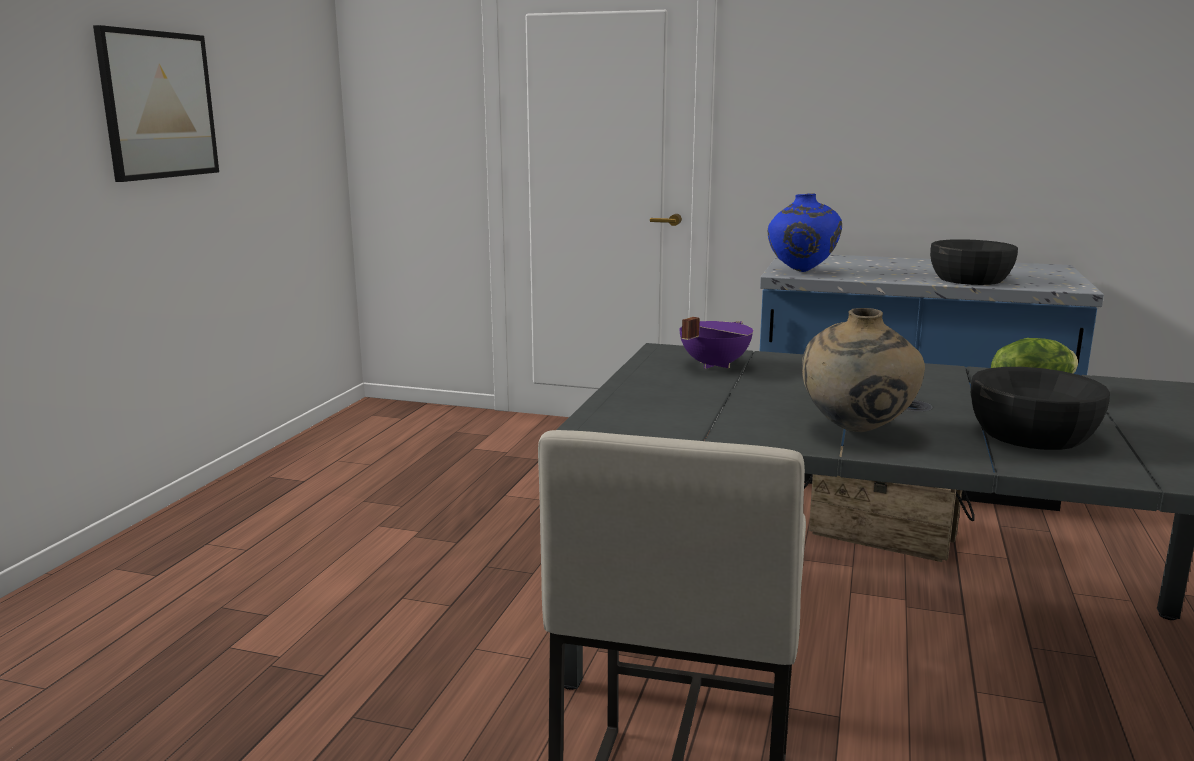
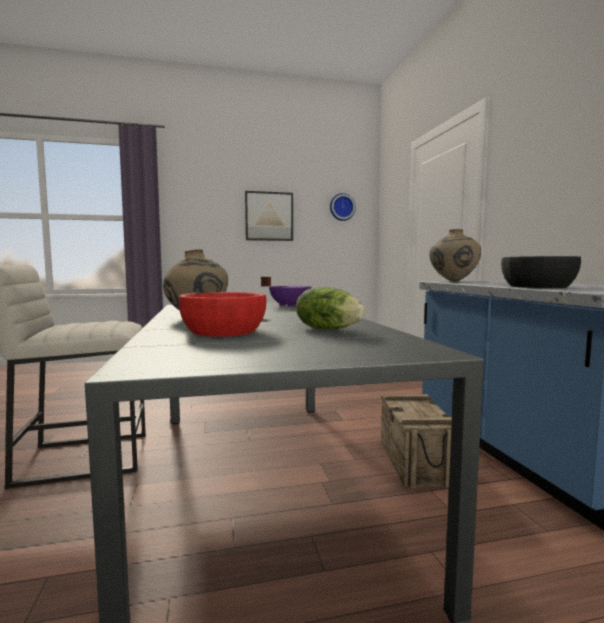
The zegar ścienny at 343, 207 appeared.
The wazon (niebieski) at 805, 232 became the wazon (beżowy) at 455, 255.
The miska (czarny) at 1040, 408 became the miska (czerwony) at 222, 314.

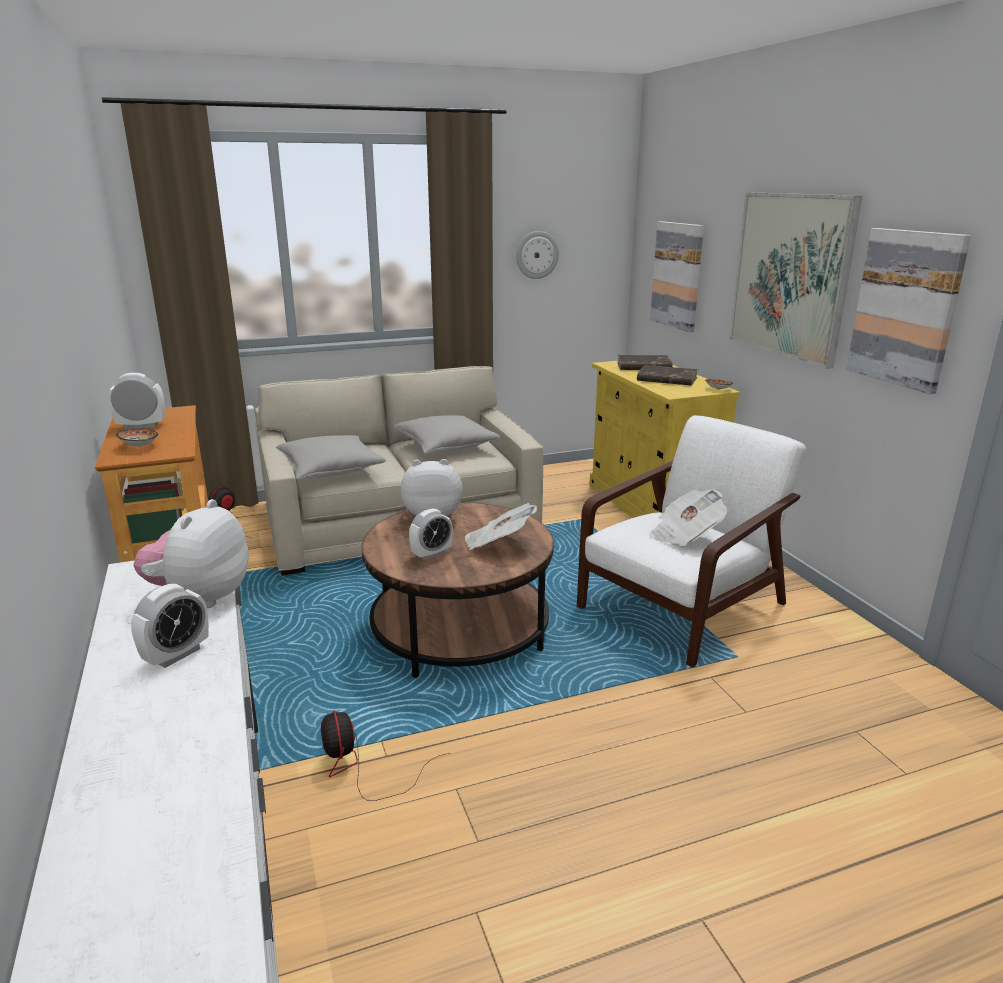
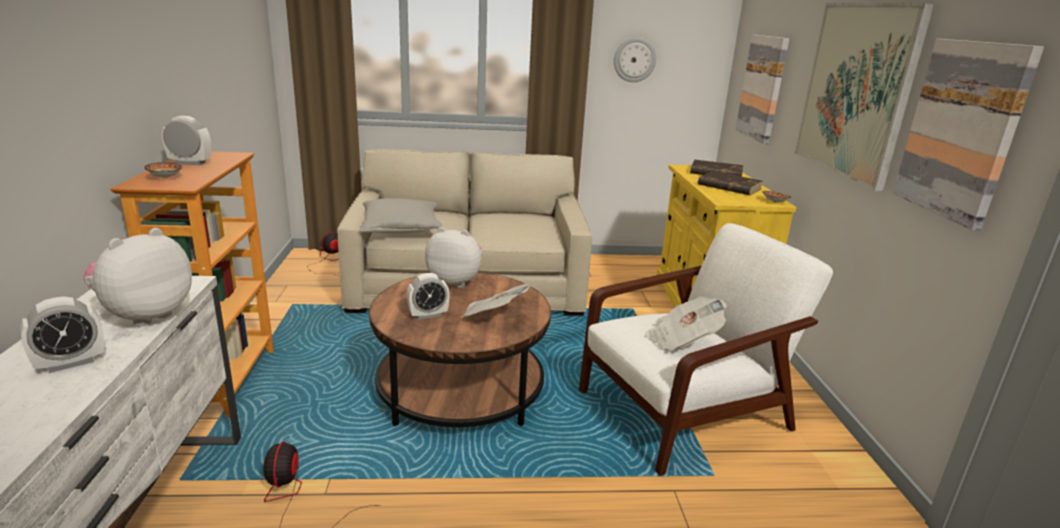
The poduszka (szary) at 446, 434 disappeared.

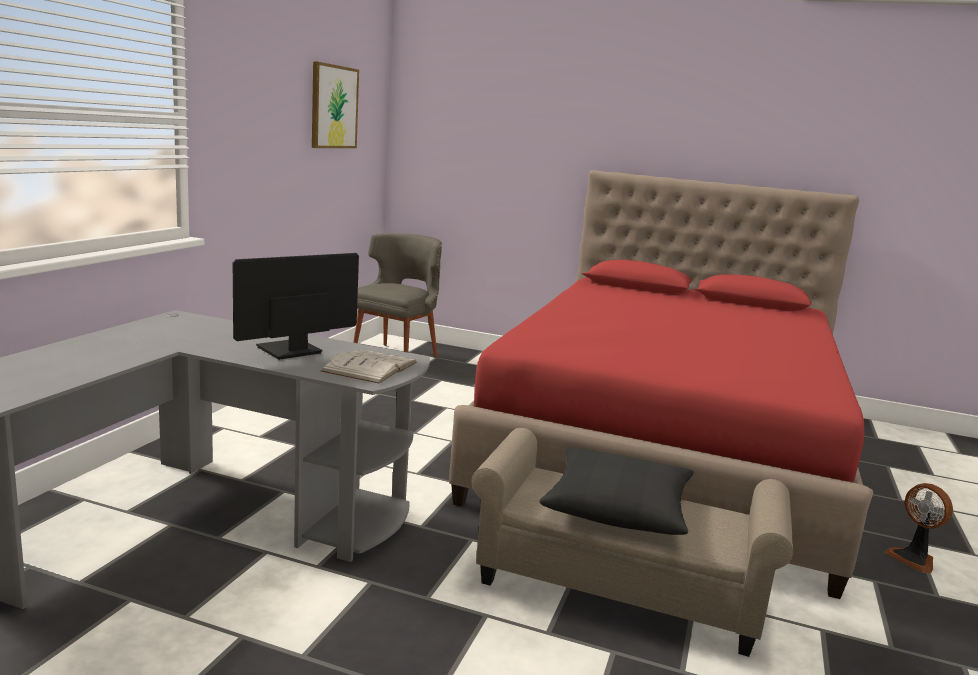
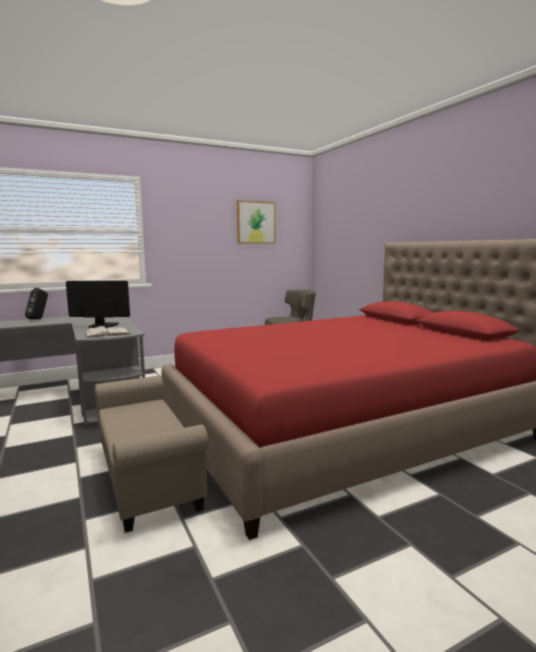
The poduszka (czarny) at 616, 491 disappeared.
The wentylator at 919, 528 disappeared.
The głośnik (czarny) at 36, 303 appeared.

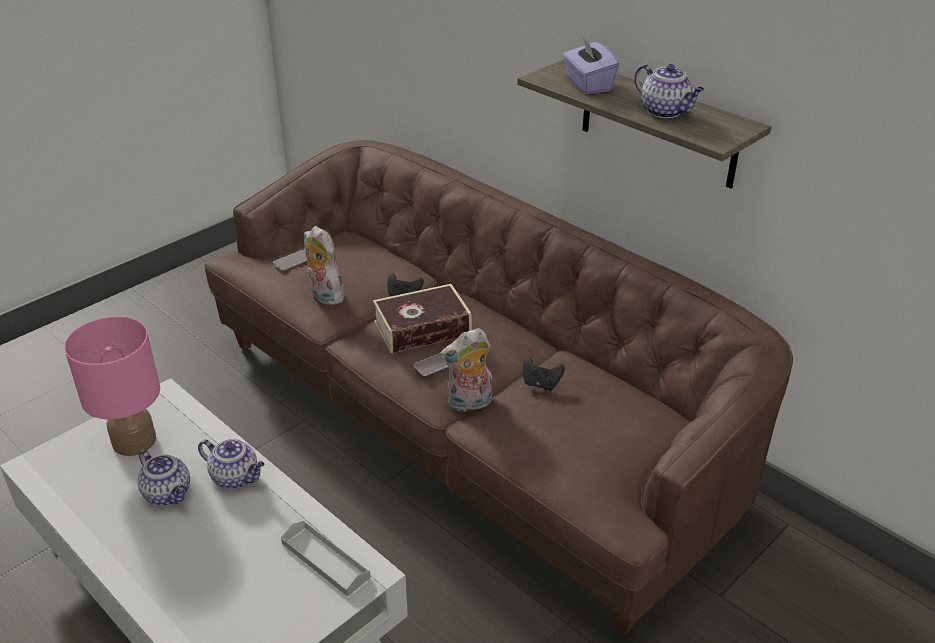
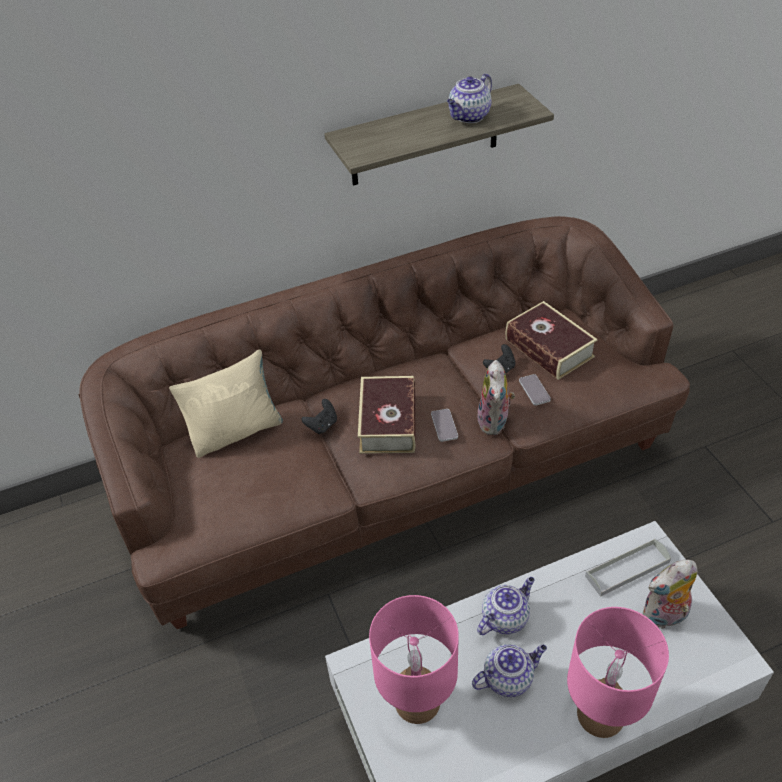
The pudełko chusteczek (fioletowy) at 591, 65 disappeared.
The poduszka (beżowy) at 226, 403 appeared.
The książka at 552, 340 appeared.
The lampa stołowa (różowy) at 618, 672 appeared.
The telefon moved from 290, 260 to 535, 390.
The pluszak moved from 325, 265 to 670, 594.
The imbryk at 669, 91 turned 150 degrees clockwise.

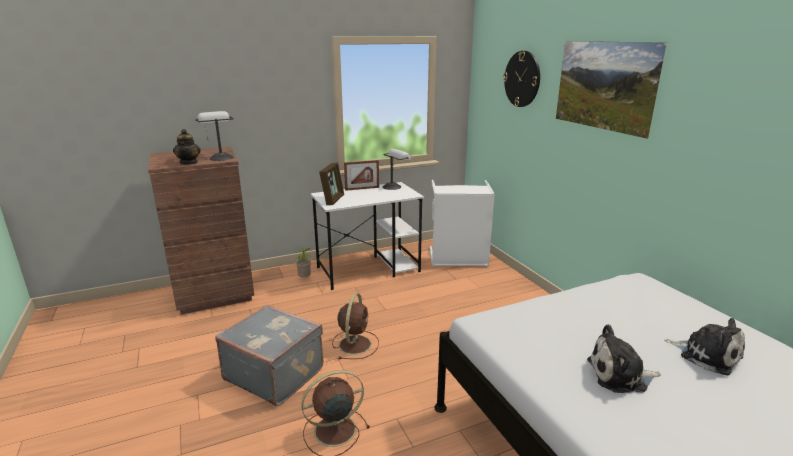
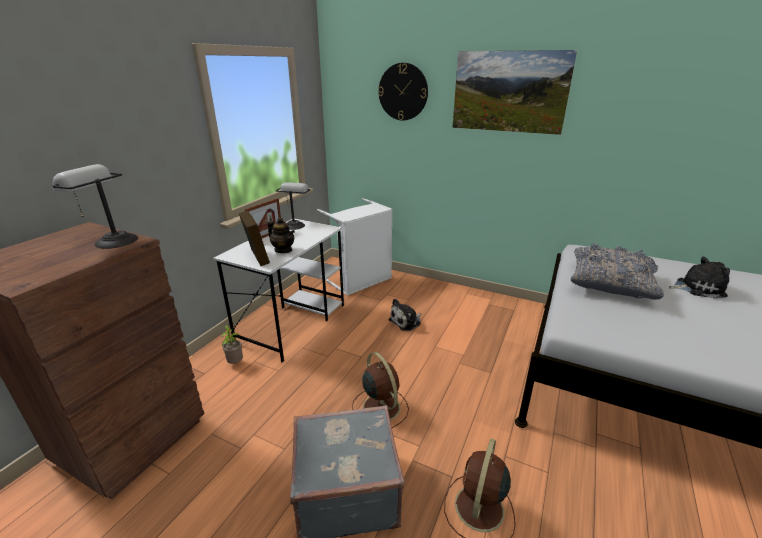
The poduszka (szary) at 617, 271 appeared.
The imbryk moved from 187, 147 to 281, 235.
The pluszak moved from 624, 358 to 405, 315.

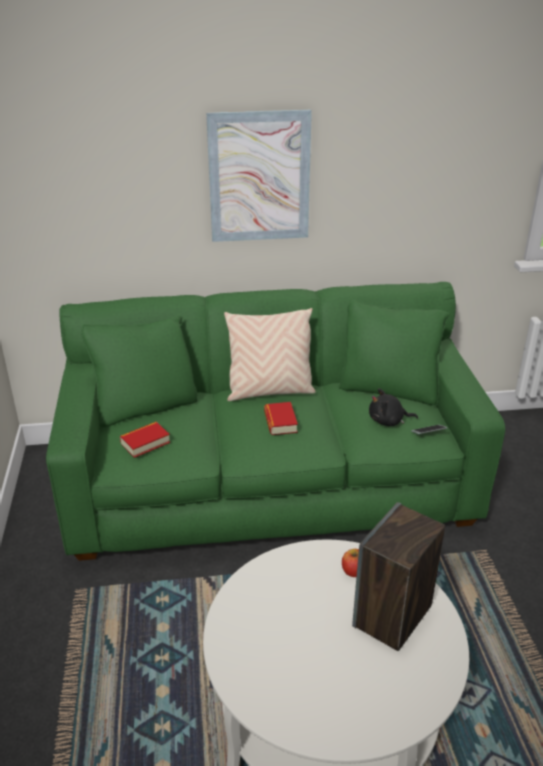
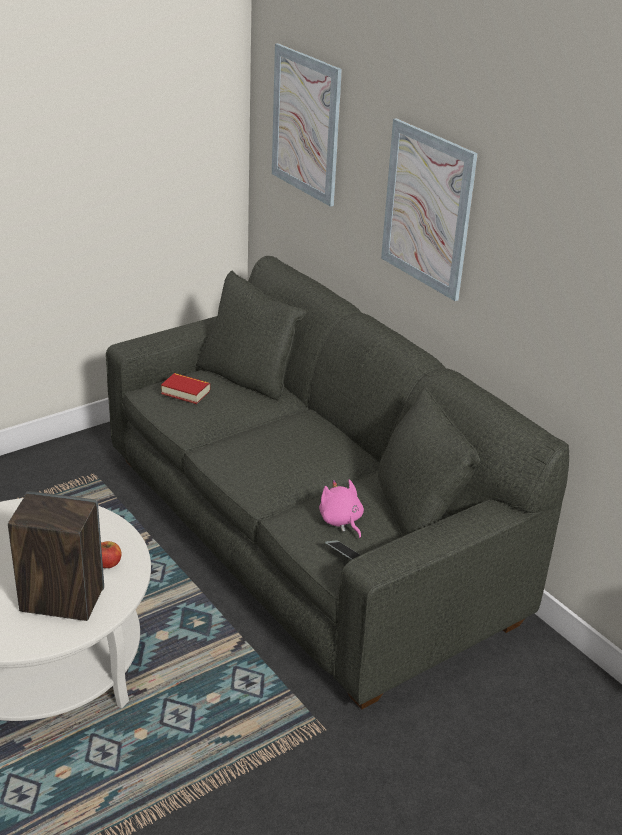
The poduszka (beżowy) at 269, 354 disappeared.
The książka at 281, 418 disappeared.
The obraz at 307, 125 appeared.
The kanapa (zielony) at 275, 421 became the kanapa (szary) at 337, 483.
The pluszak (czarny) at 393, 407 became the pluszak (różowy) at 341, 508.

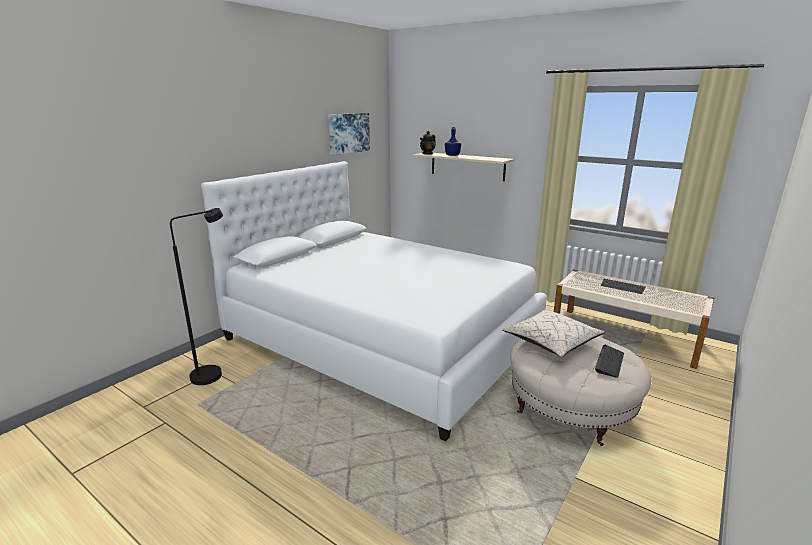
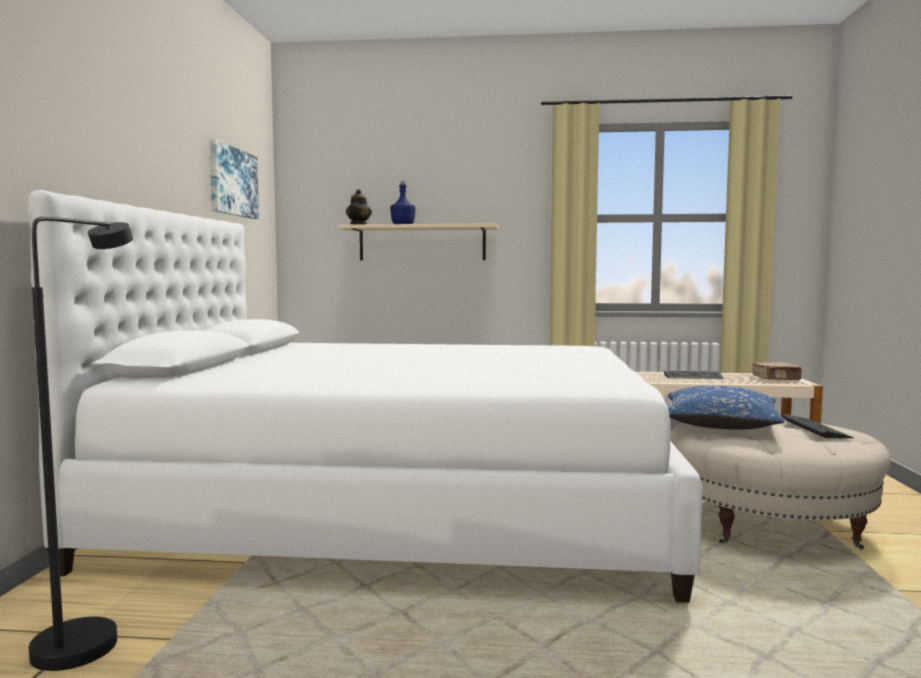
The książka (brązowy) at 777, 370 appeared.
The poduszka (beżowy) at 553, 333 became the poduszka (niebieski) at 726, 408.

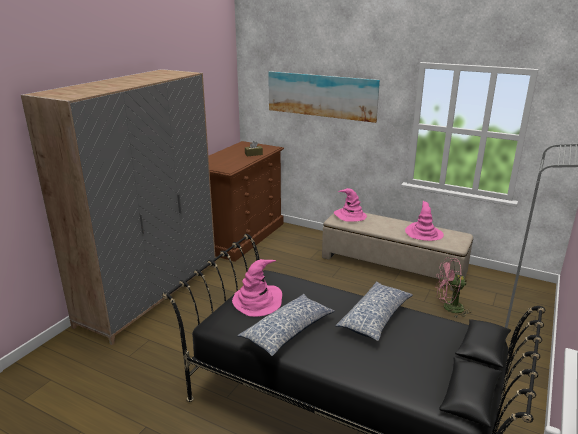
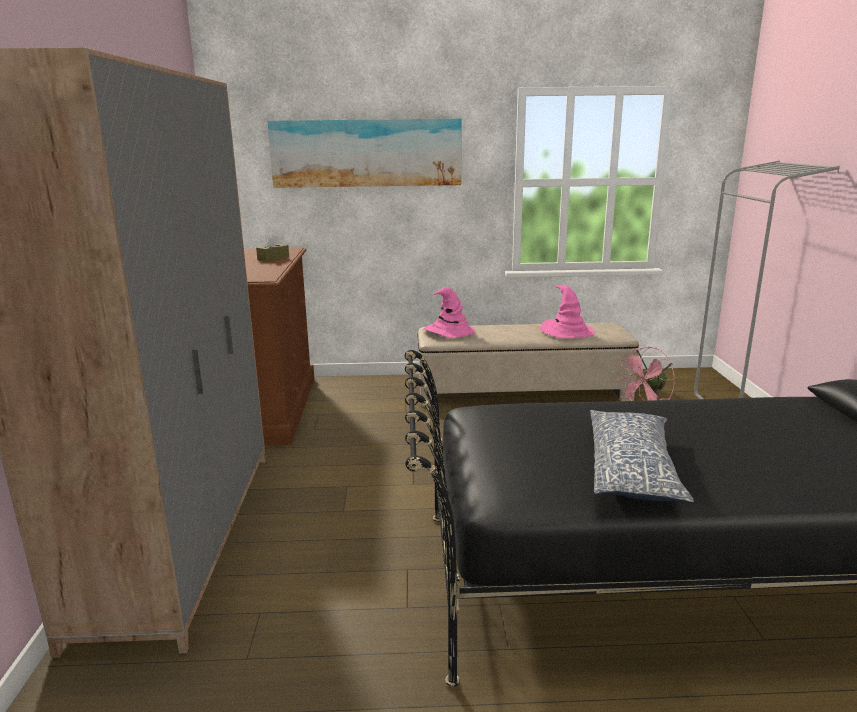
The kapelusz (różowy) at 257, 288 disappeared.
The poduszka at 374, 311 disappeared.

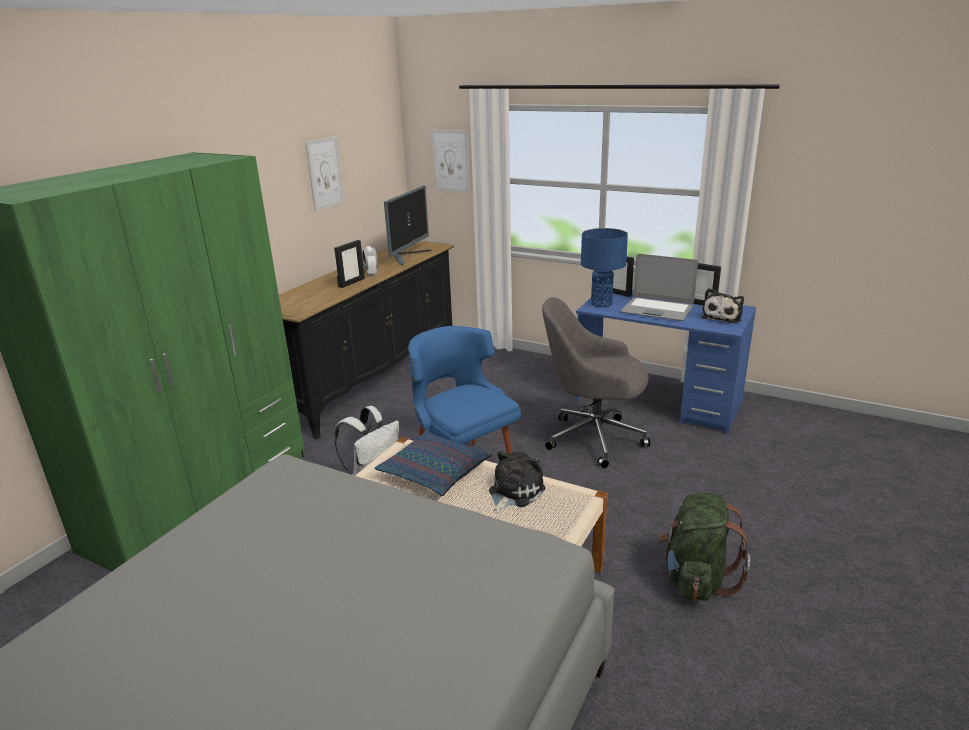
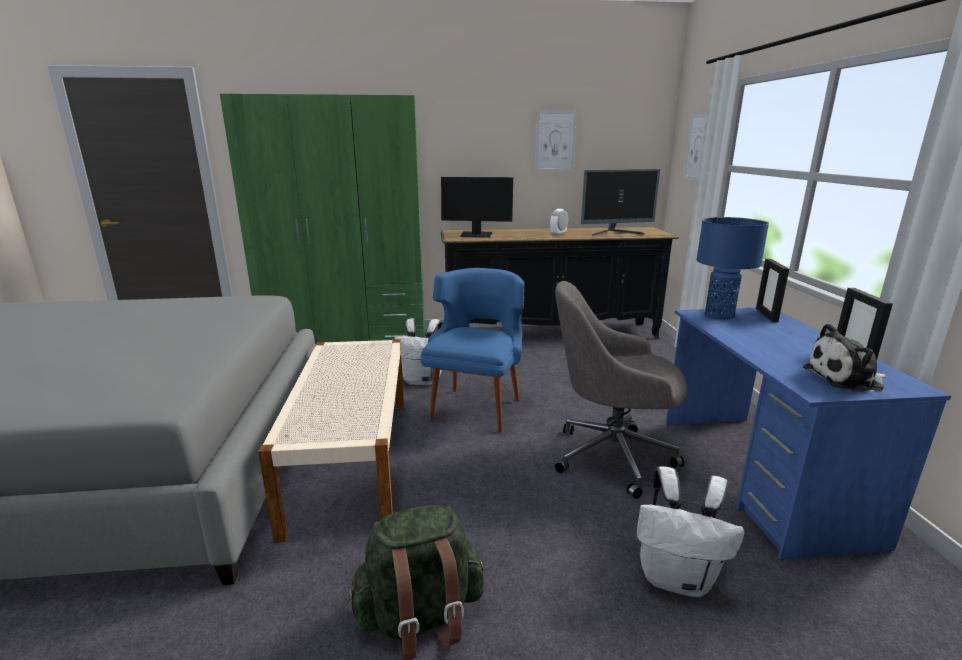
The ramka na zdjęcie at 349, 264 disappeared.
The poduszka (niebieski) at 434, 463 disappeared.
The pluszak at 517, 482 disappeared.
The laptop at 659, 287 disappeared.
The monitor at 477, 207 appeared.
The plecak (biały) at 690, 531 appeared.
The krzesło biurowe (szary) at 596, 382 turned 60 degrees counterclockwise.

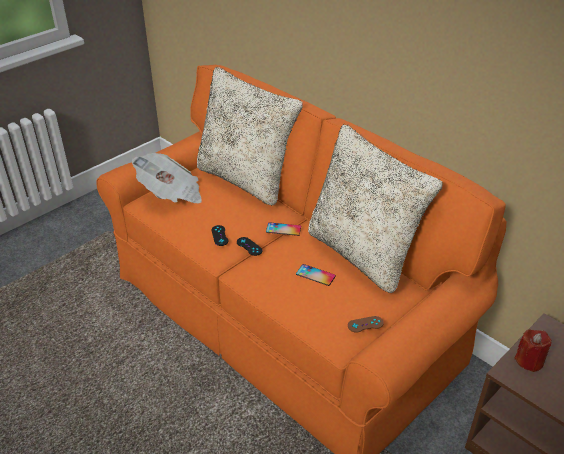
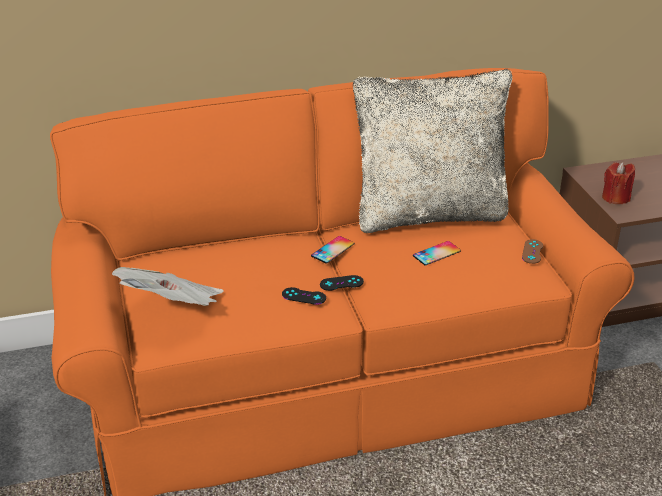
The poduszka (beżowy) at 250, 136 disappeared.

